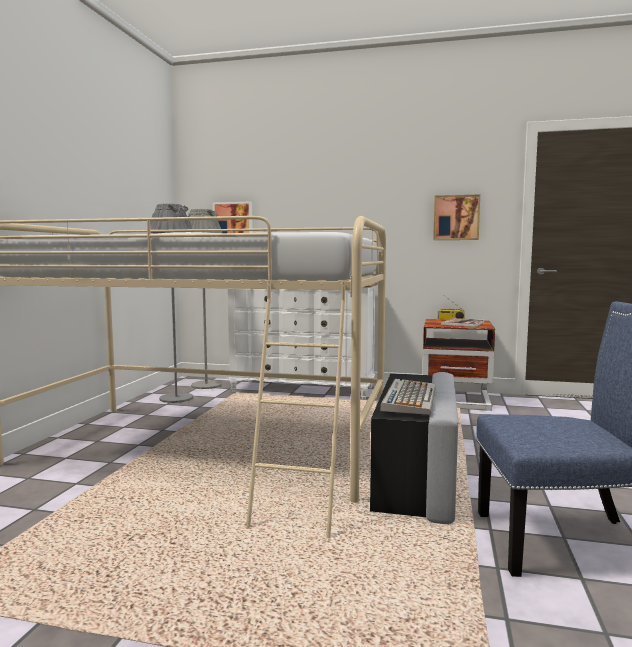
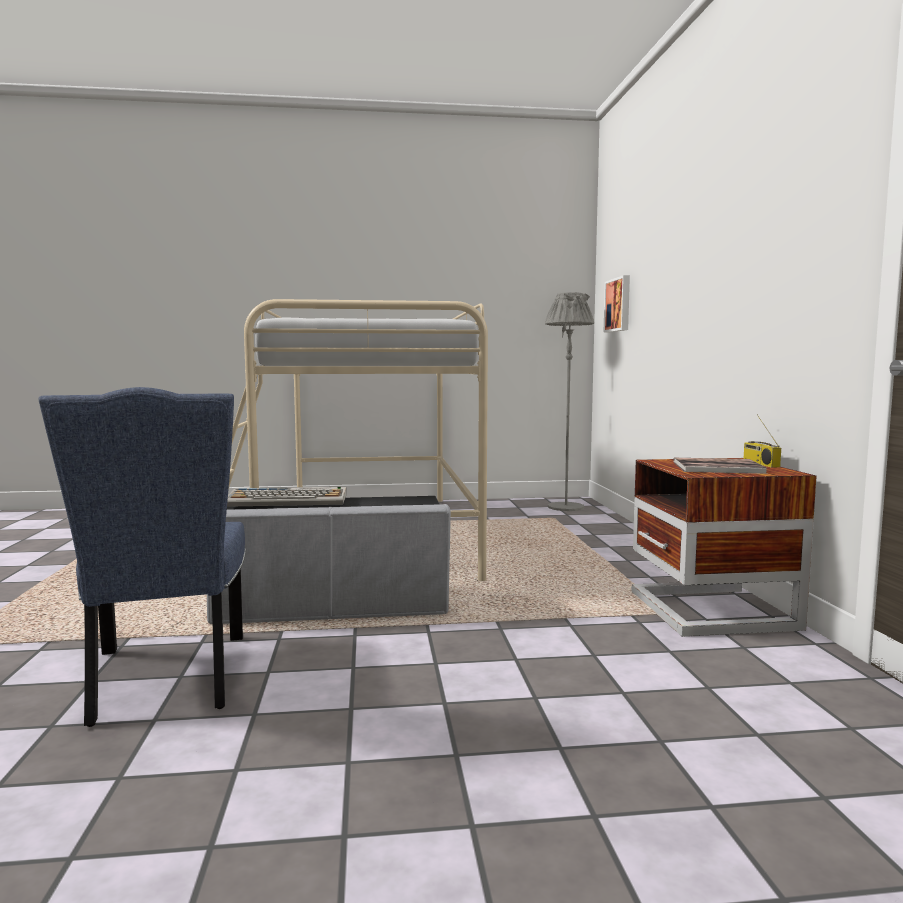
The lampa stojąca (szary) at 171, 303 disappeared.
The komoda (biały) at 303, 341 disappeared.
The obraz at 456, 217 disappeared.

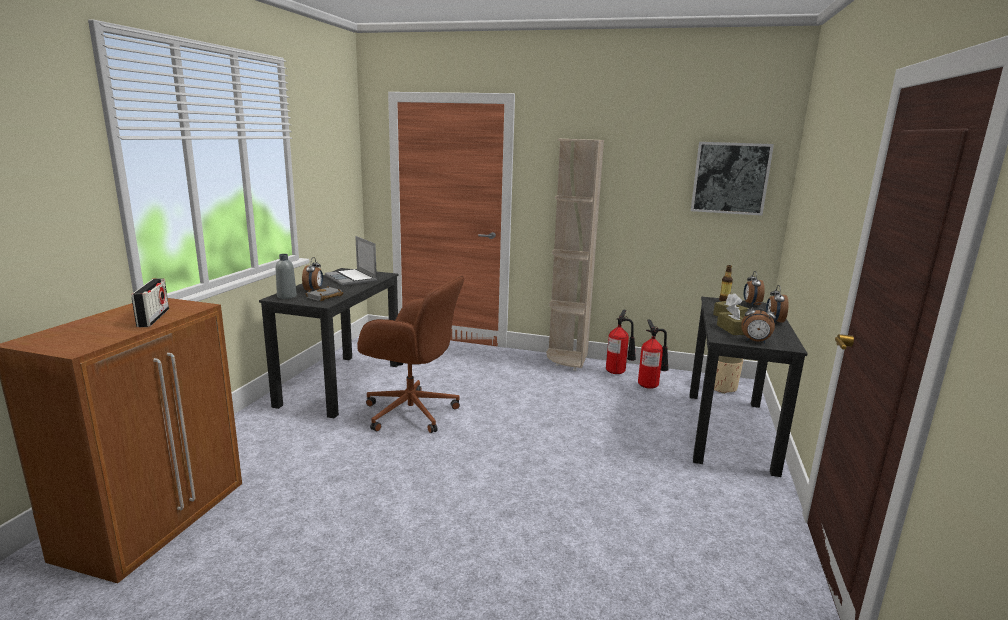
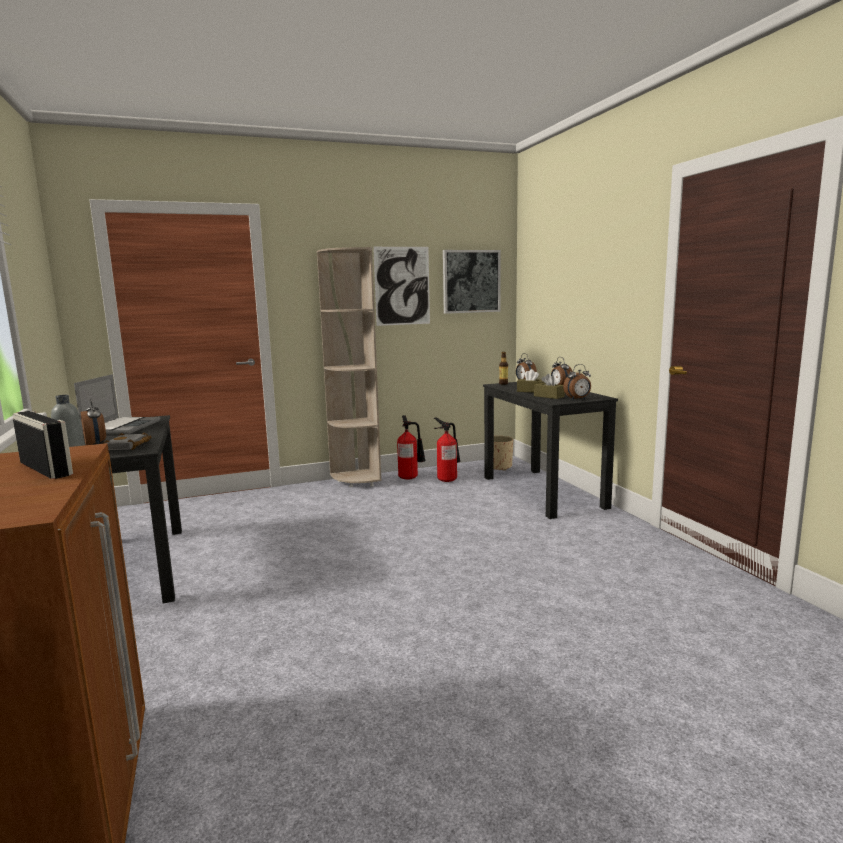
The krzesło biurowe (brązowy) at 410, 354 disappeared.
The obraz at 401, 286 appeared.
The laptop at 351, 261 turned 105 degrees counterclockwise.

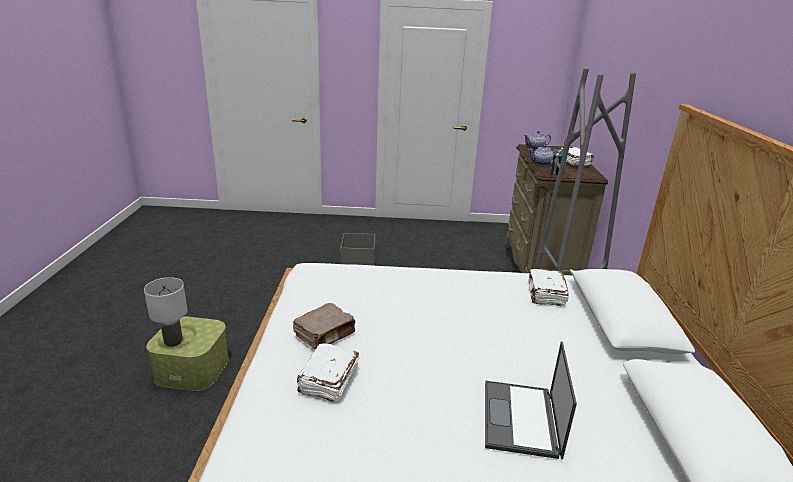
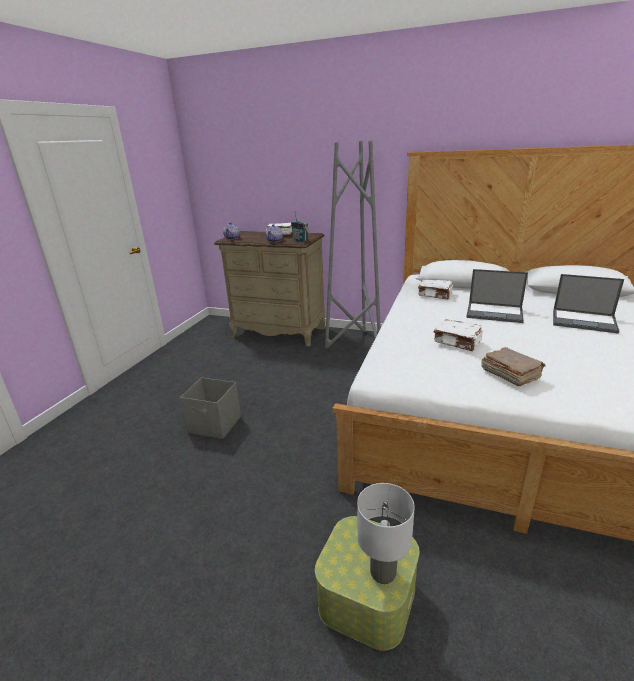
The laptop at 497, 296 appeared.
The książka (biały) moved from 328, 373 to 458, 335.

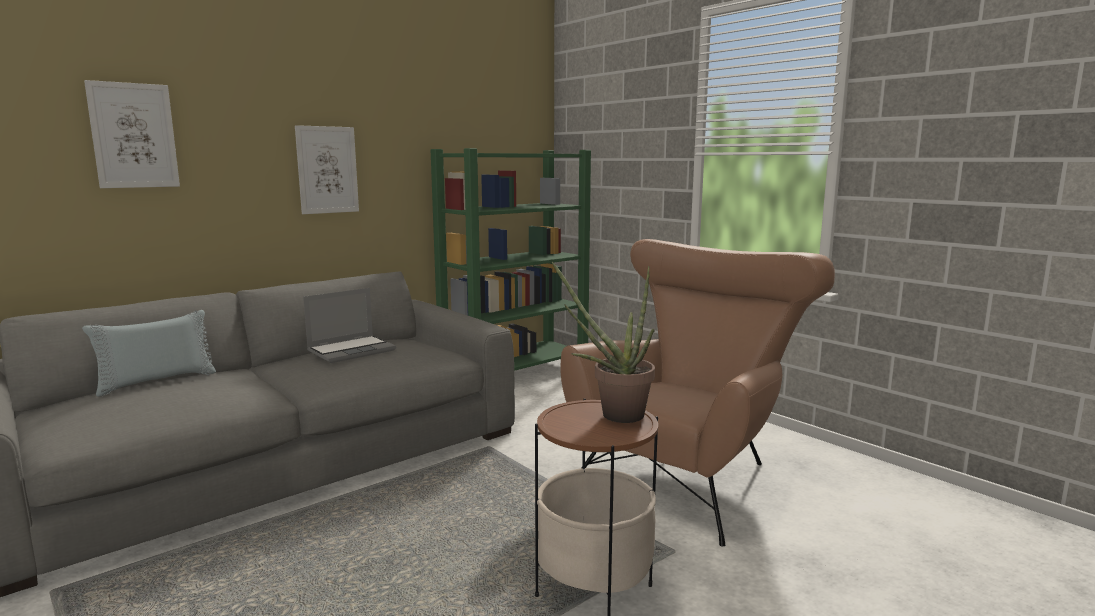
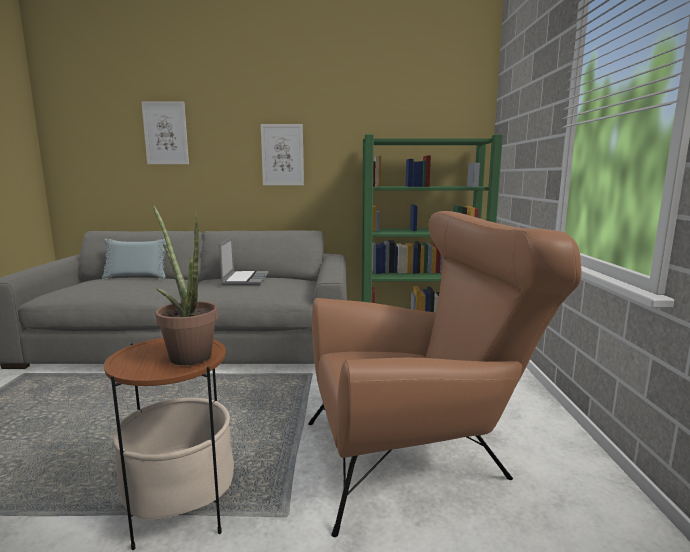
The laptop at 349, 325 turned 90 degrees counterclockwise.

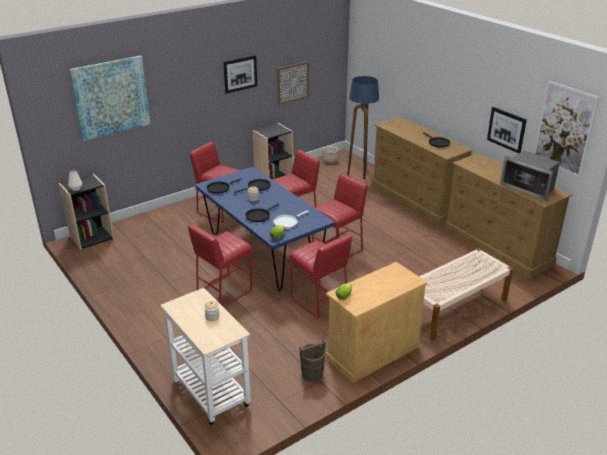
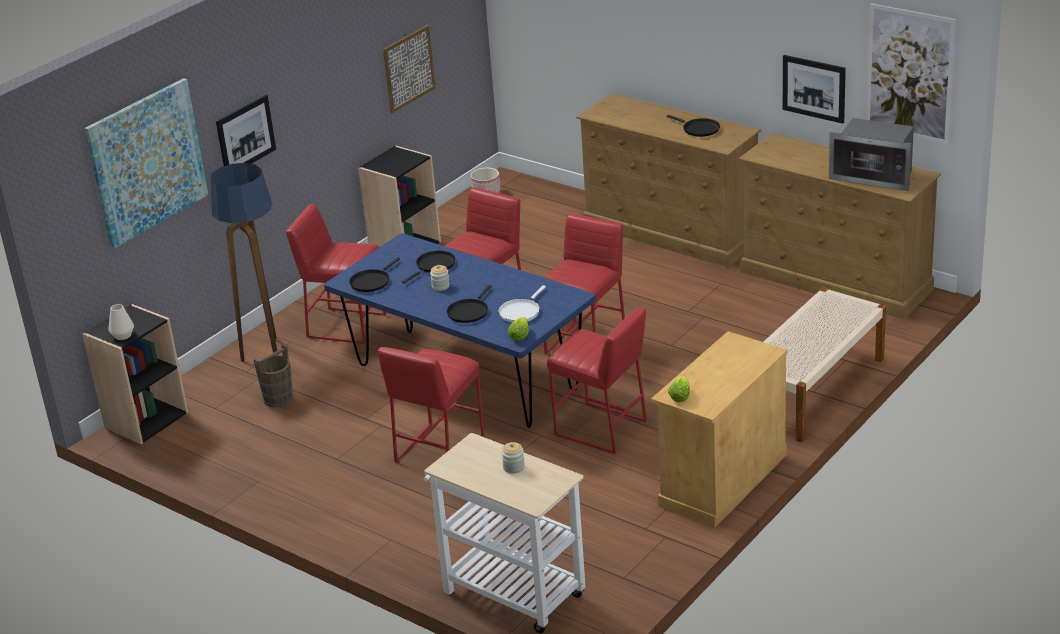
The obraz moved from 240, 74 to 246, 130.
The wiadro (brązowy) moved from 312, 361 to 273, 376.
The lampa stojąca moved from 363, 127 to 243, 262.

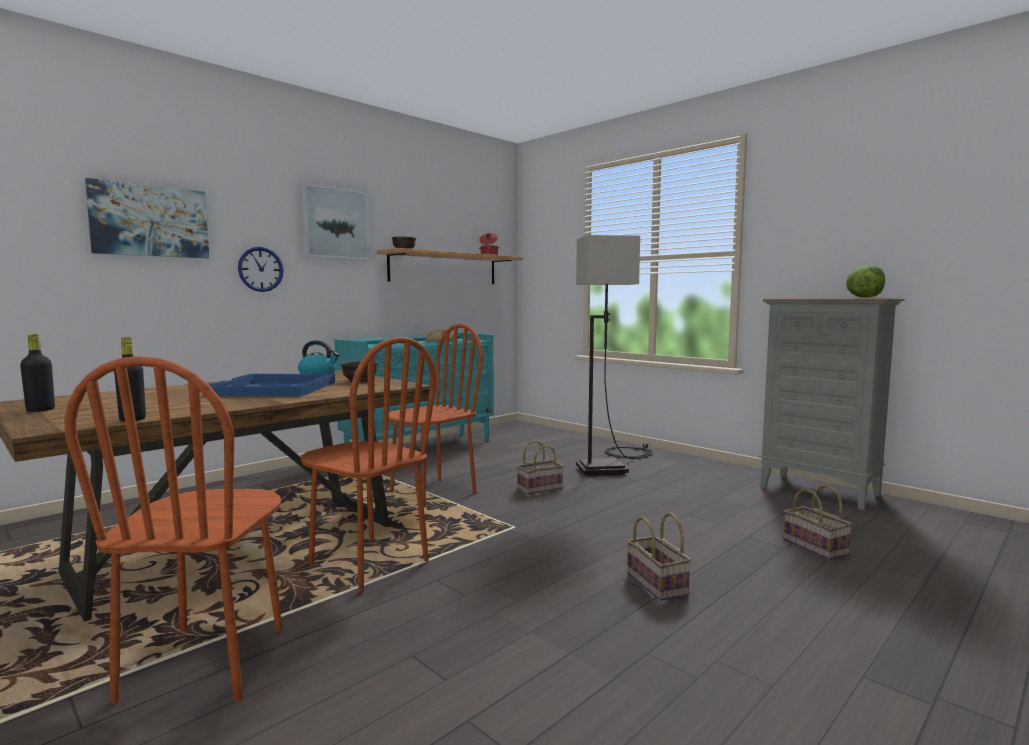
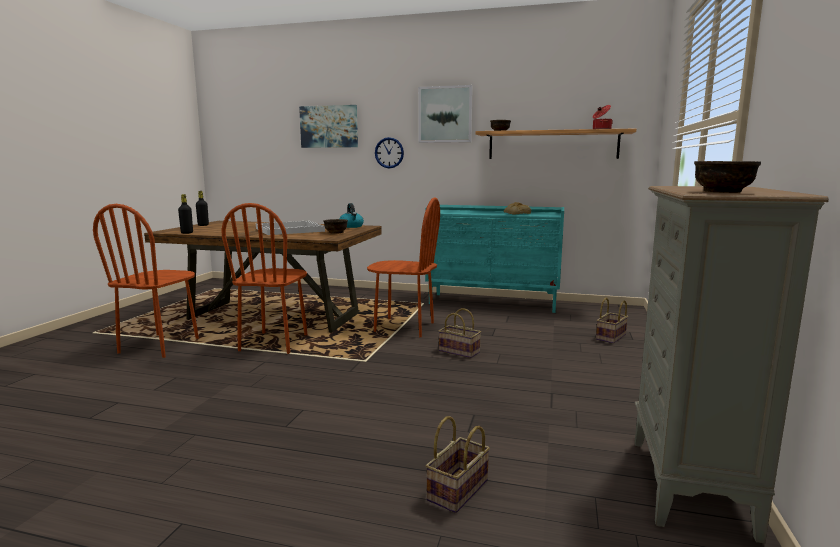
The lampa stojąca at 614, 355 disappeared.
The koszyk moved from 659, 557 to 612, 320.
The sałata at 865, 281 was replaced by the miska (brązowy) at 727, 177.
The taca (niebieski) at 269, 385 became the taca (biały) at 290, 228.
The krzesło (brązowy) at 173, 530 turned 45 degrees counterclockwise.

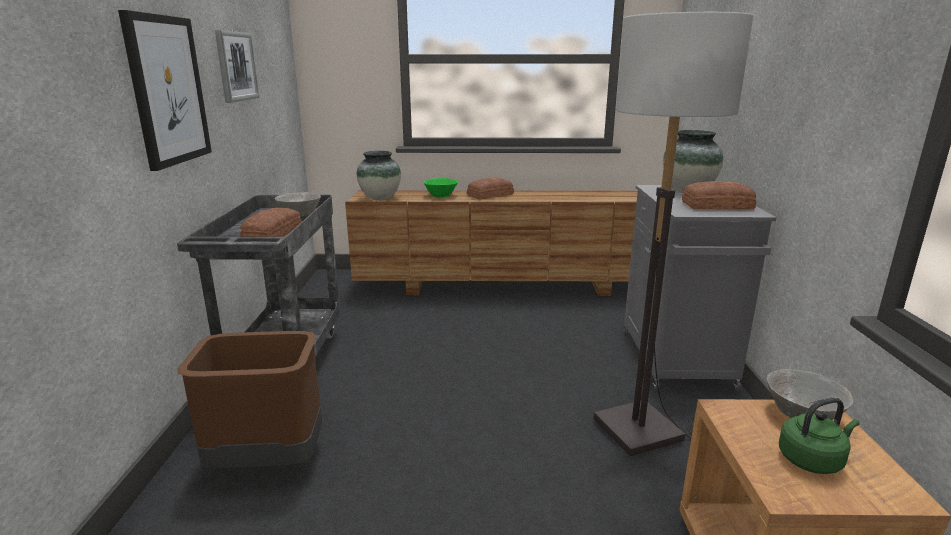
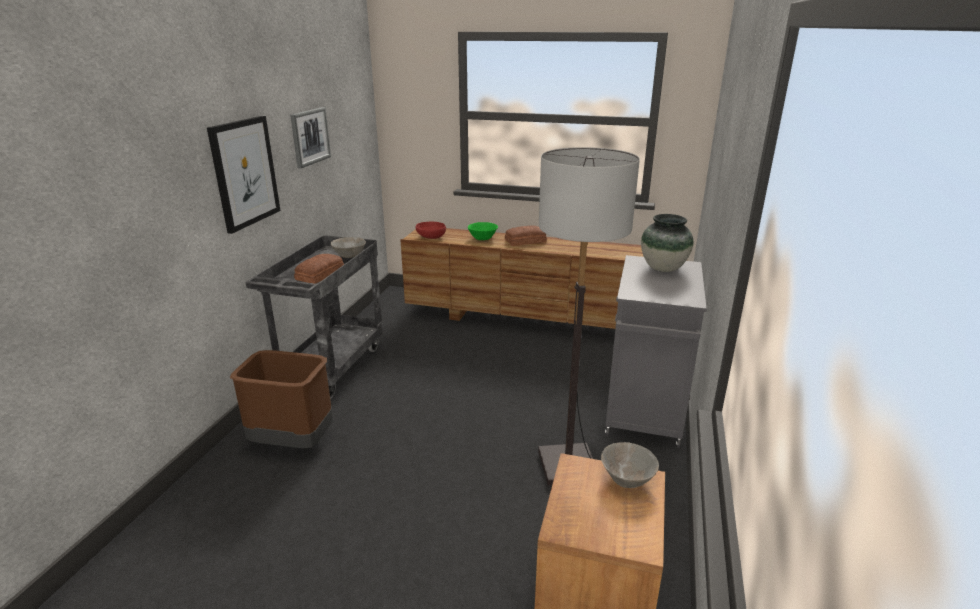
The chleb at 719, 195 disappeared.
The czajnik (zielony) at 819, 435 disappeared.
The wazon at 379, 176 was replaced by the miska (czerwony) at 431, 230.

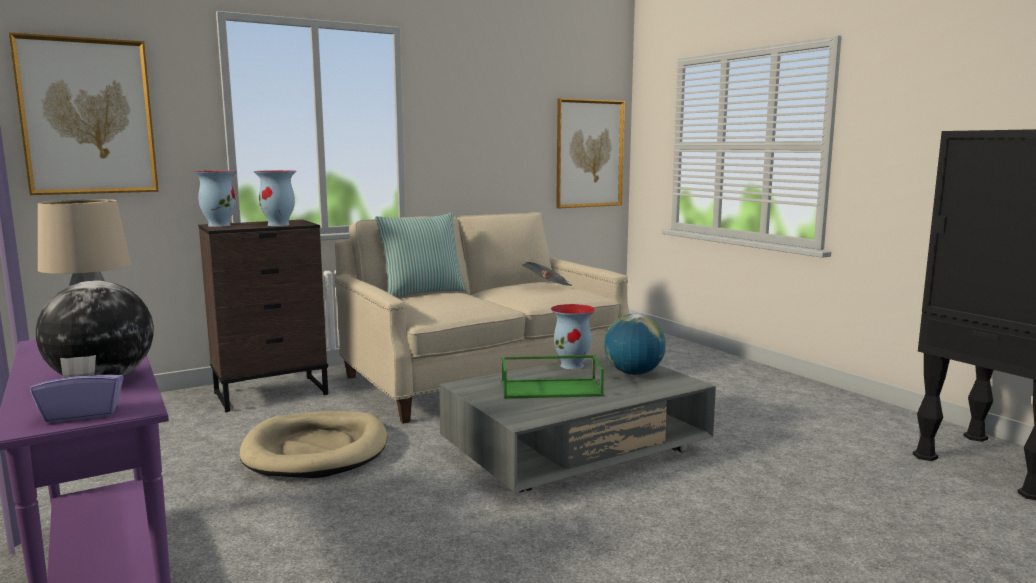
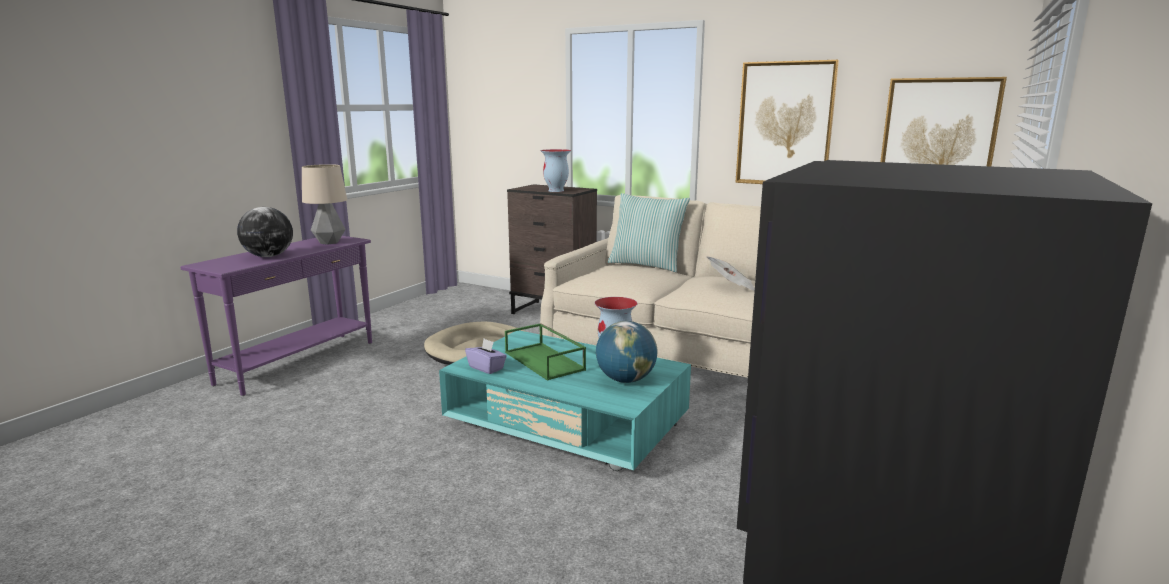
The wazon at 215, 199 disappeared.
The obraz moved from 84, 113 to 787, 122.
The pudełko chusteczek (fioletowy) moved from 77, 389 to 486, 356.
The ława (szary) at 577, 423 became the ława (turkusowy) at 565, 400.

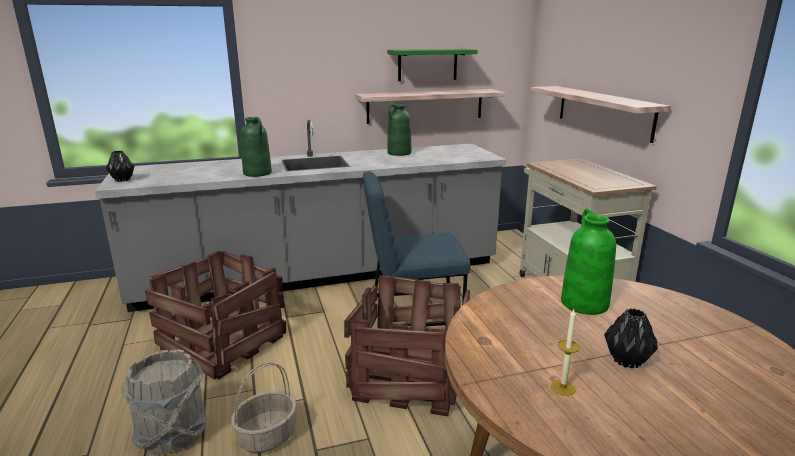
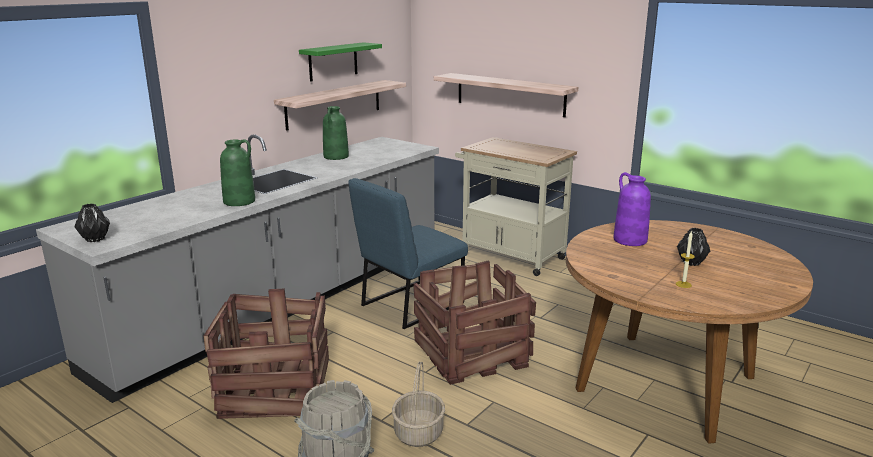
The wazon (zielony) at 588, 261 became the wazon (fioletowy) at 632, 209.

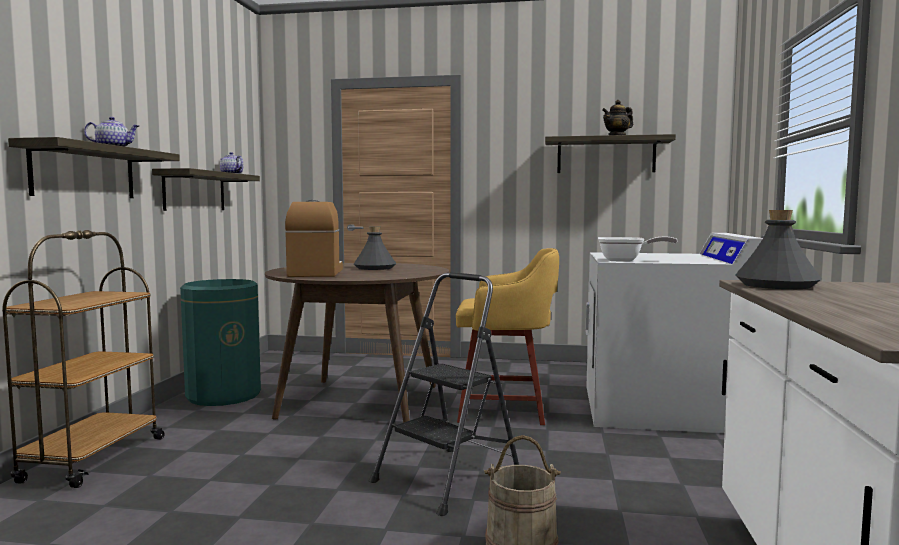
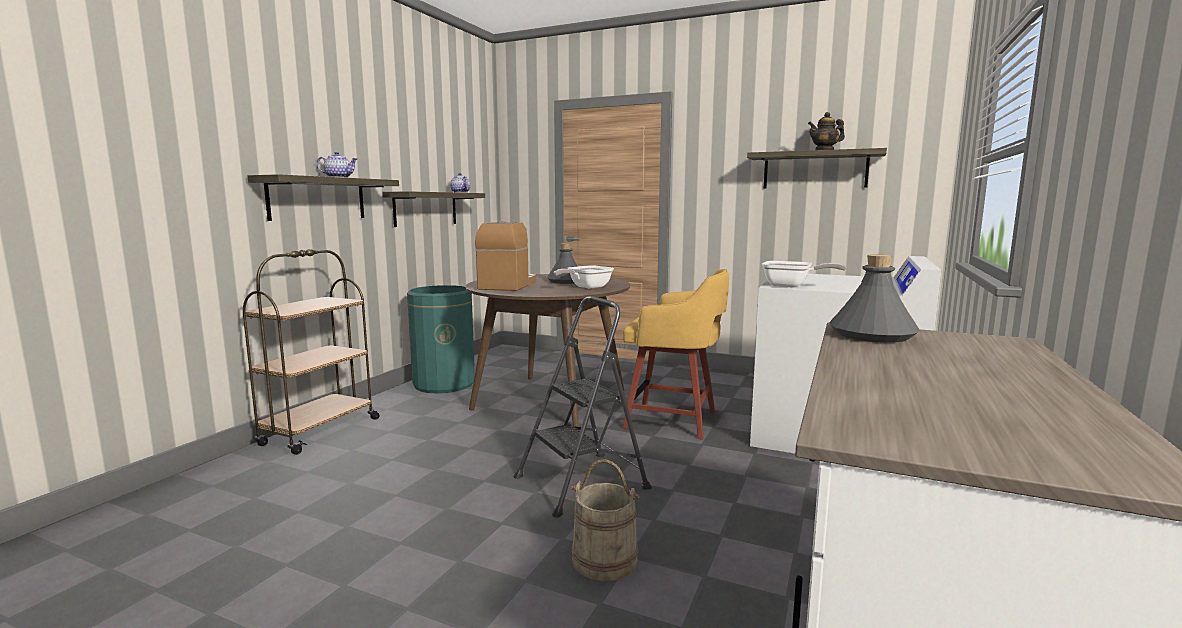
The patelnia at 584, 277 appeared.

